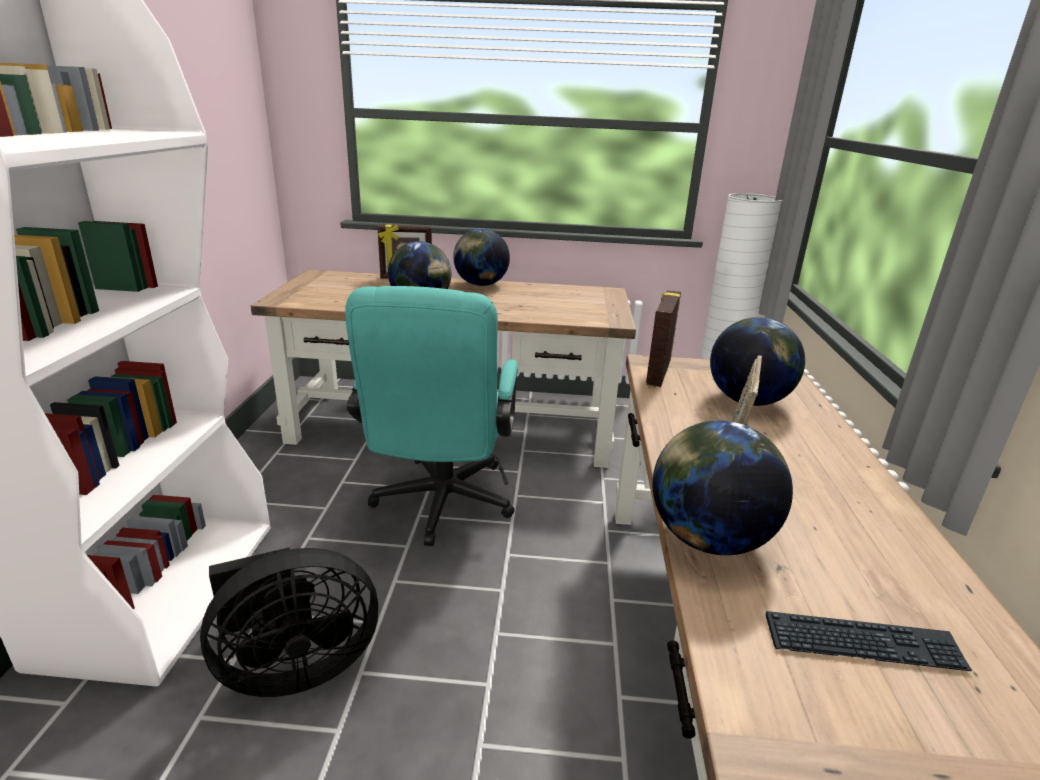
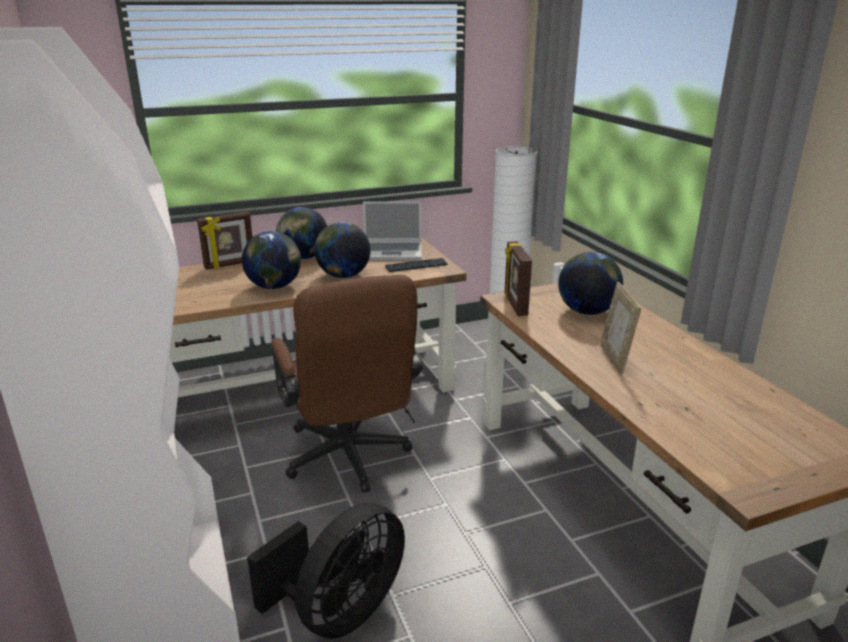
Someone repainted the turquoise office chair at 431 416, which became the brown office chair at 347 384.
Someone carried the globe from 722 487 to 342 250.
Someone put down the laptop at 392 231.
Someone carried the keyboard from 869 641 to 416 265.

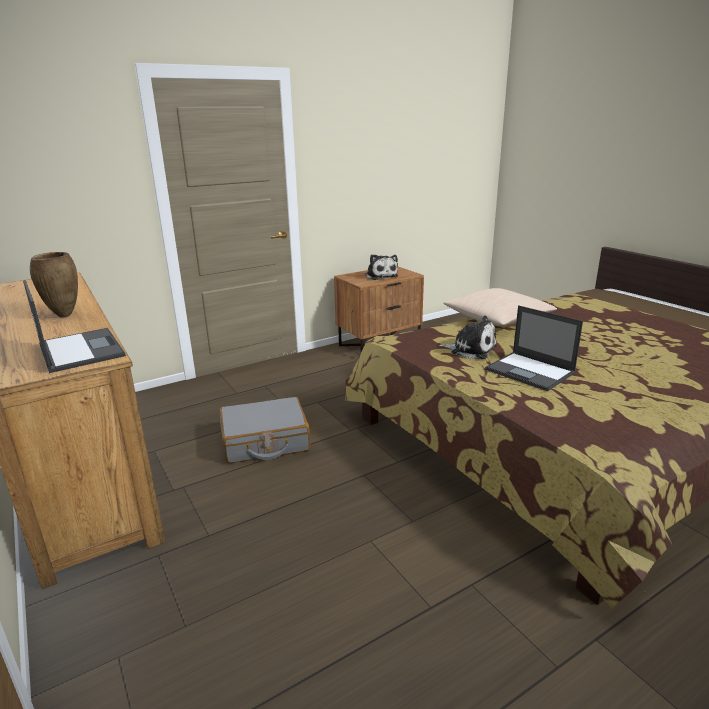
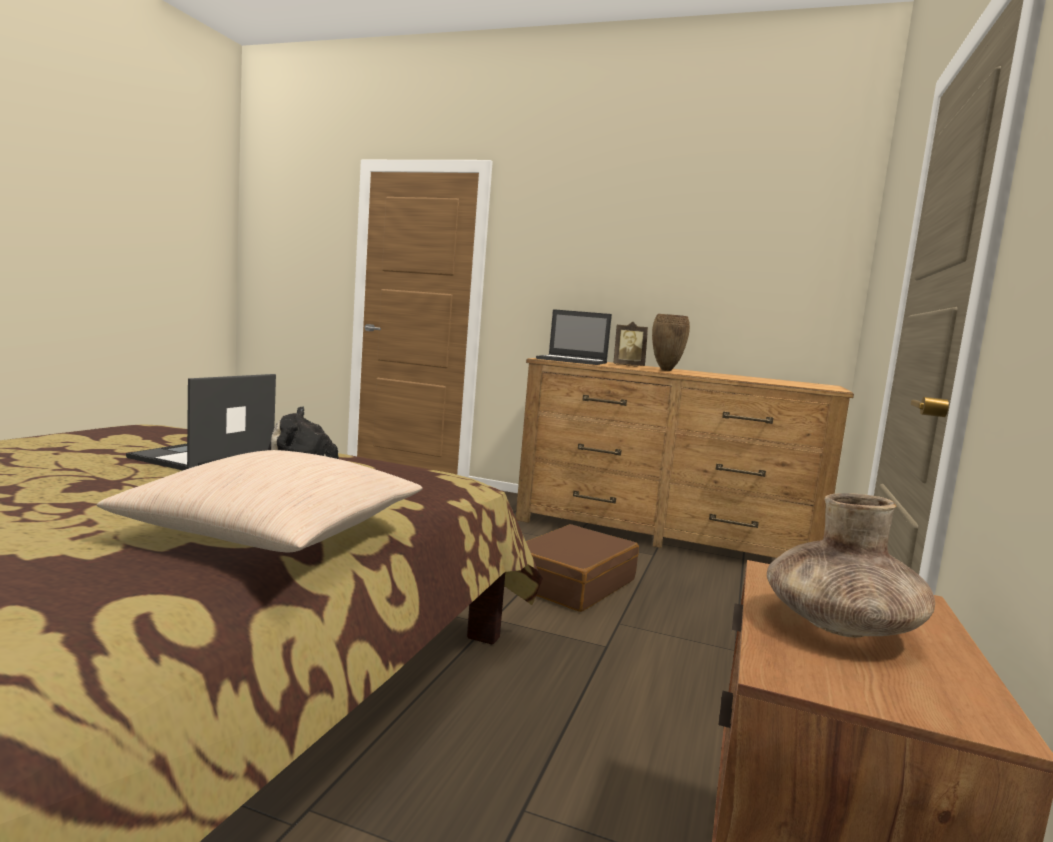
Someone rotated the laptop at 534 348 by 75 degrees counterclockwise.
Someone repainted the grey suitcase at 265 430, which became the brown suitcase at 582 568.
Someone put down the picture frame at 631 343.
Someone swapped the plush toy at 381 267 for the brown vase at 851 565.

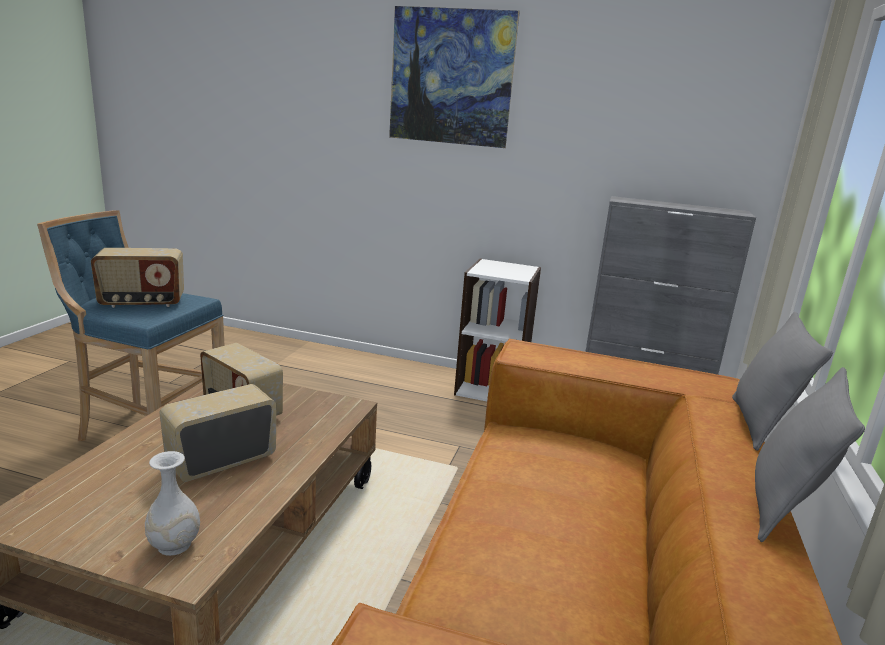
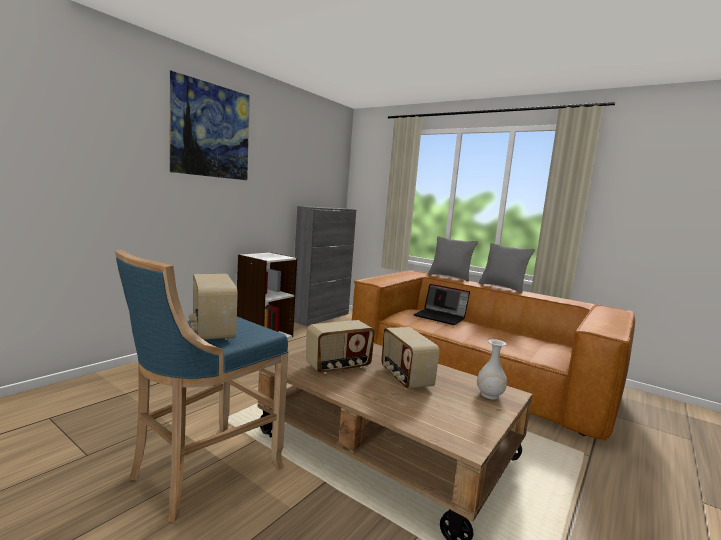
Someone rotated the radio at 137 278 by 150 degrees clockwise.
Someone put down the laptop at 441 304.

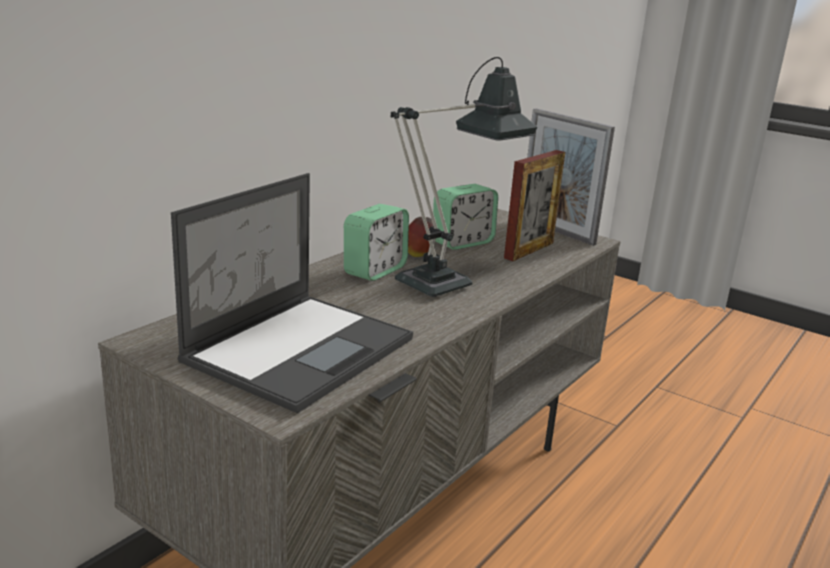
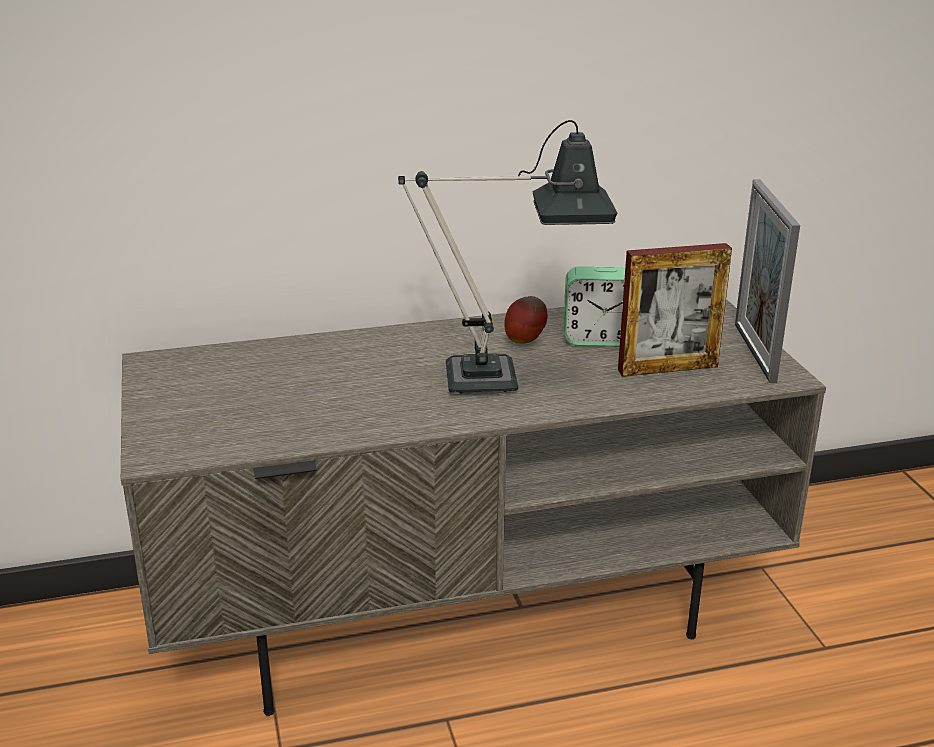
Someone took away the laptop at 292 293.
Someone took away the alarm clock at 376 242.

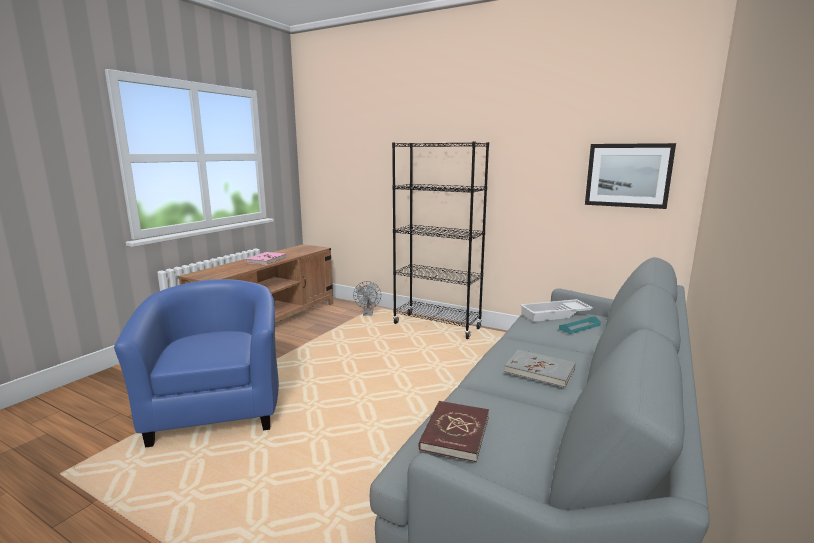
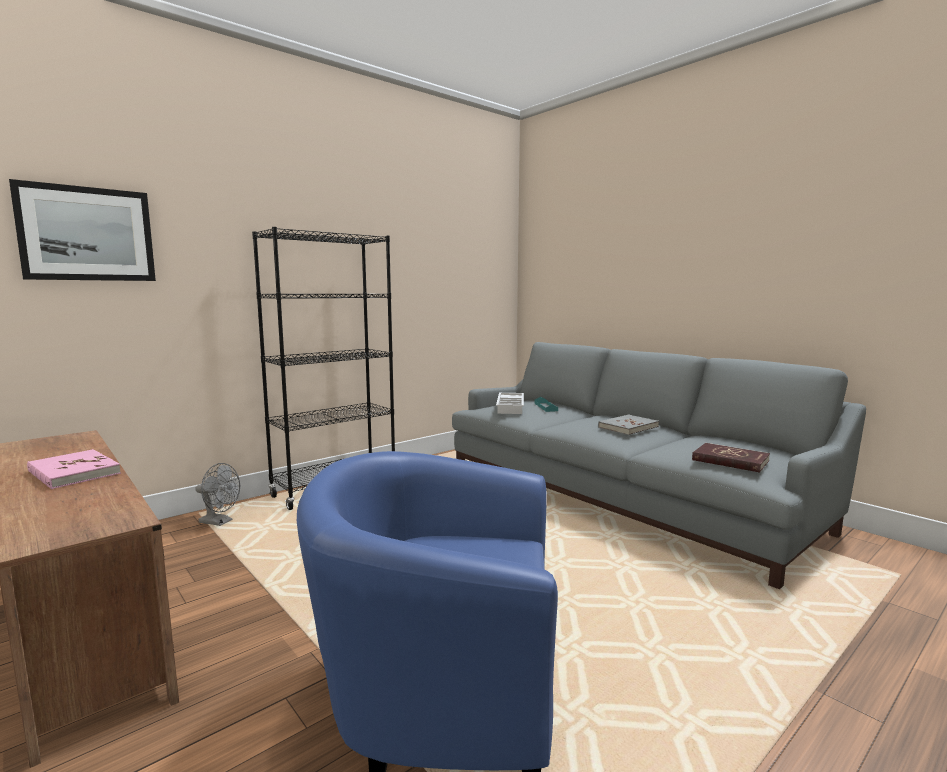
Someone carried the picture from 630 176 to 82 230.

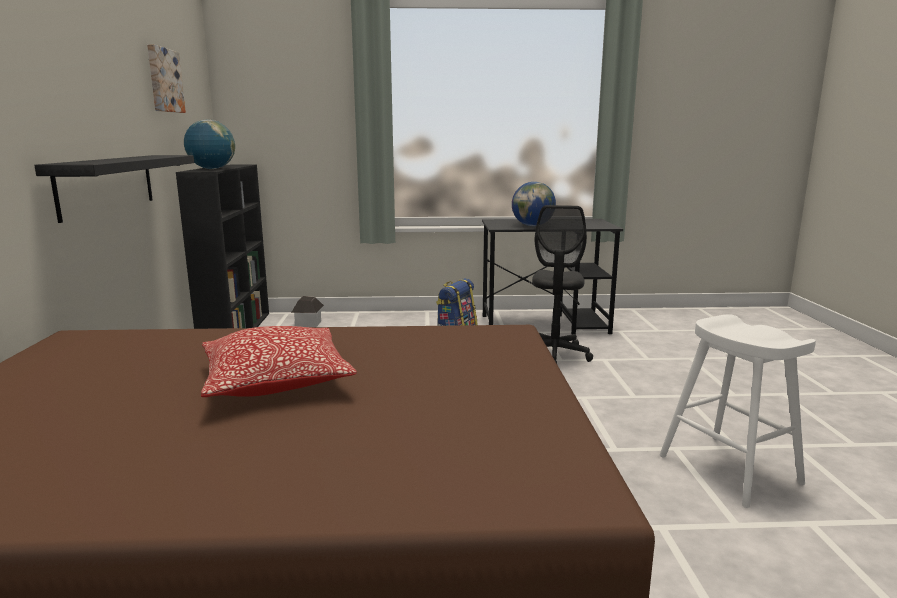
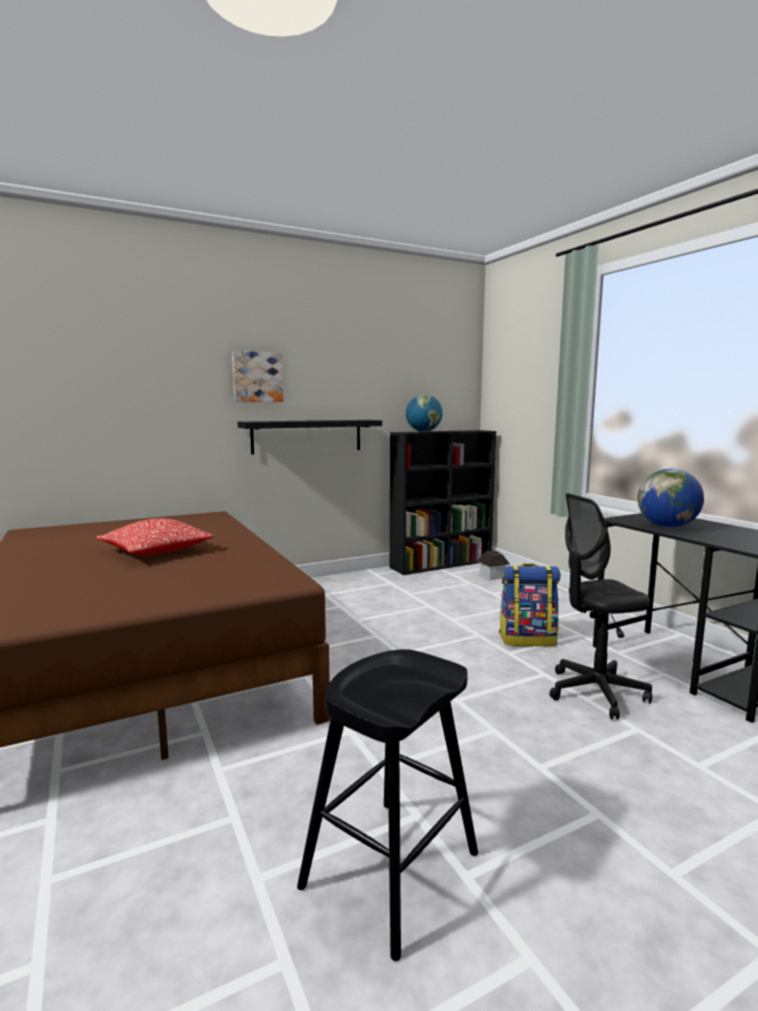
Someone carried the picture from 166 78 to 257 376.
Someone repainted the white stool at 738 411, which became the black stool at 387 805.

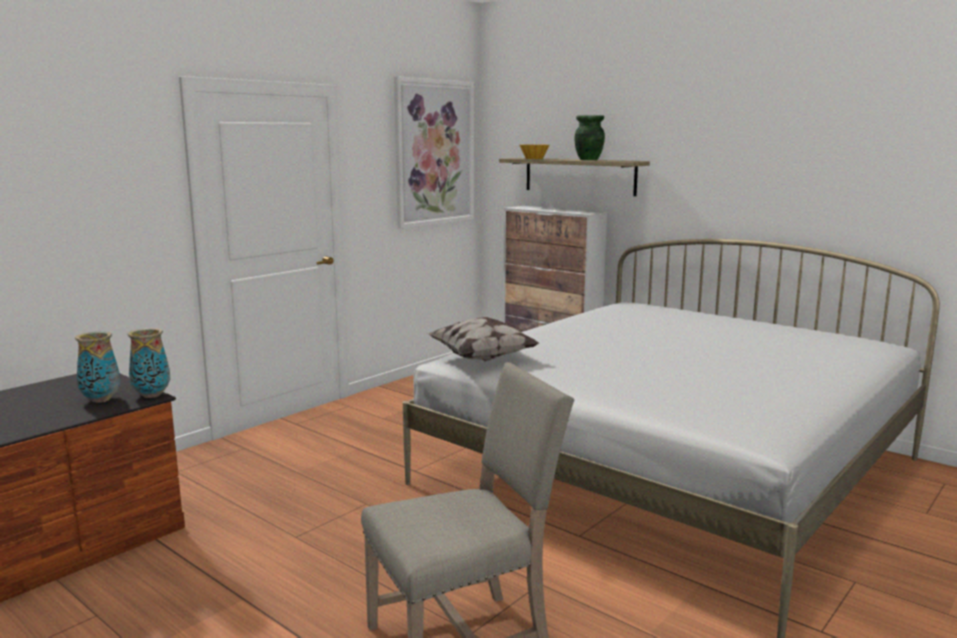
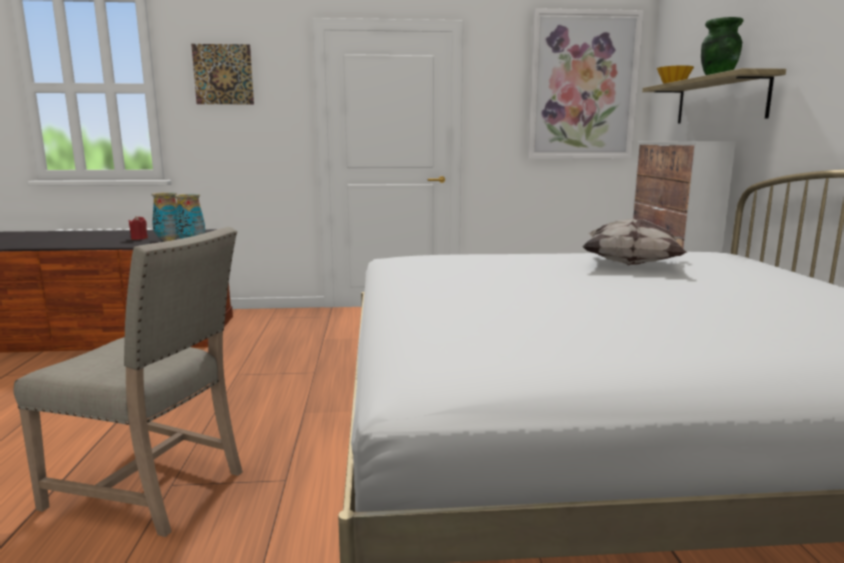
Someone put down the red candle at 138 228.
Someone put up the picture at 222 74.
Someone carried the pillow from 482 339 to 634 242.

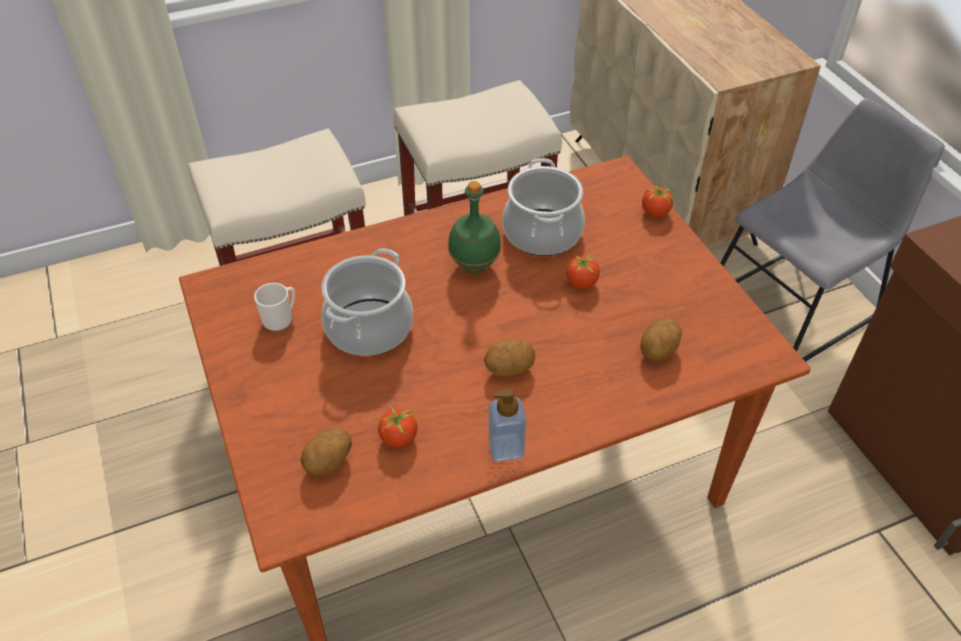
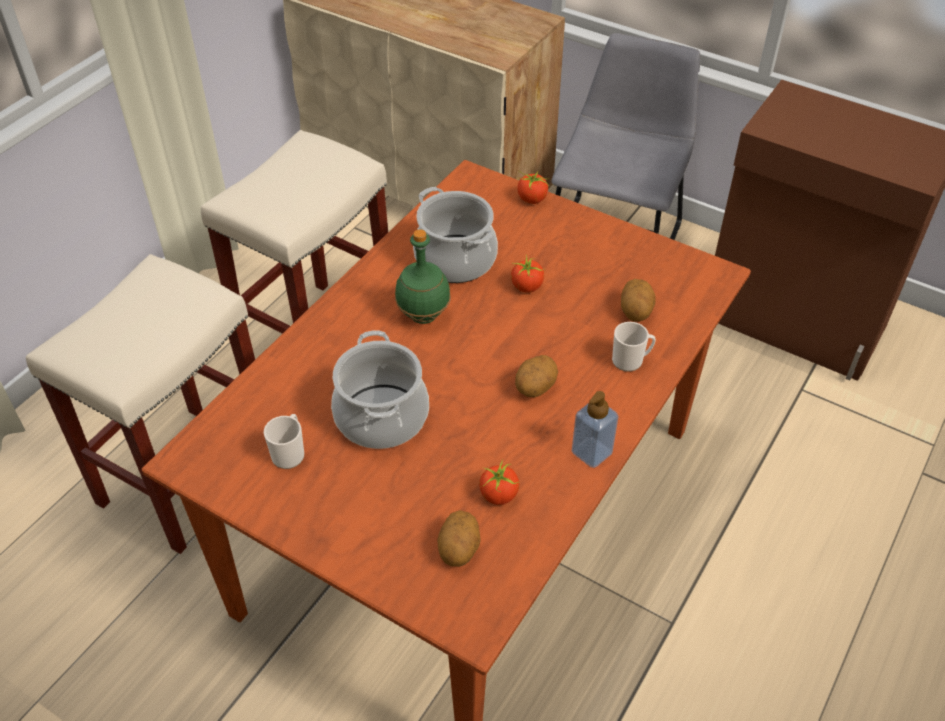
Someone put down the mug at 634 347.

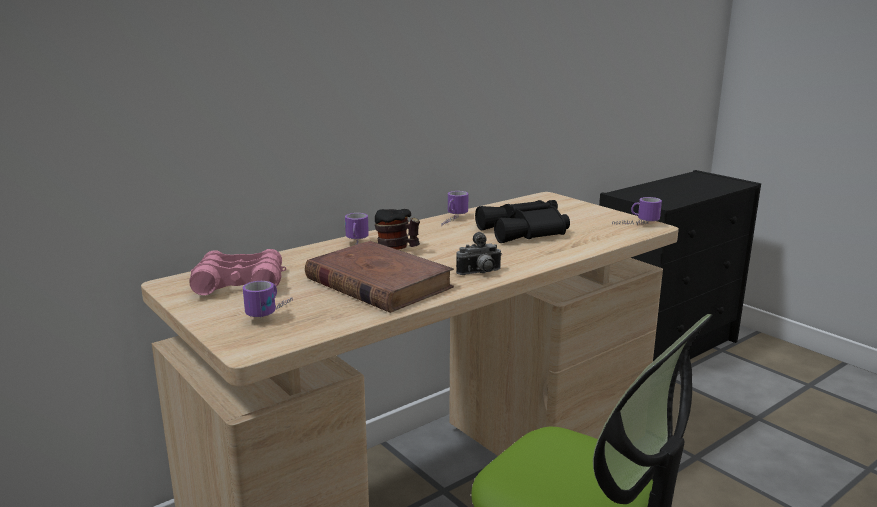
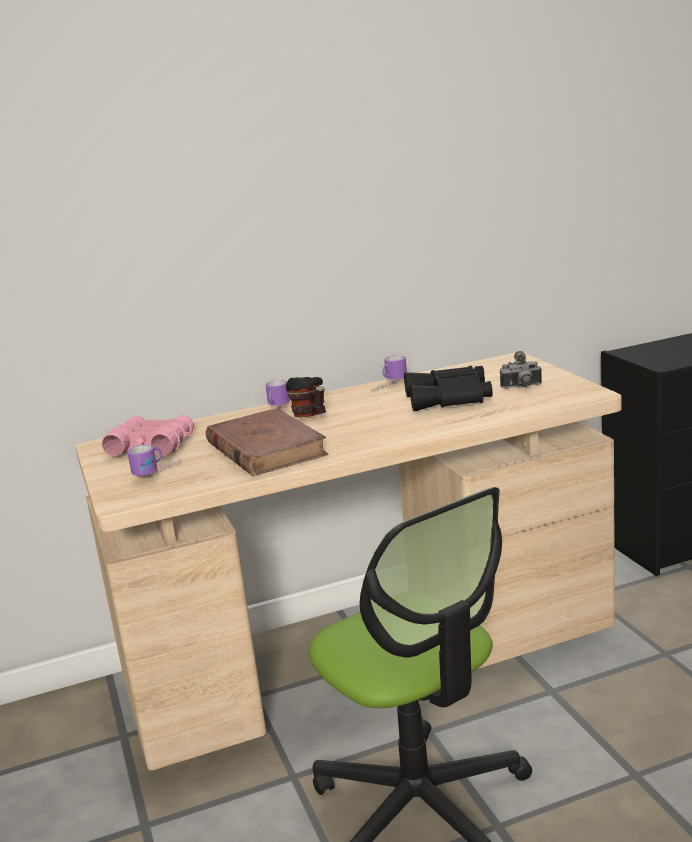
Someone carried the photo camera from 479 253 to 521 370.
Someone took away the mug at 637 211.

